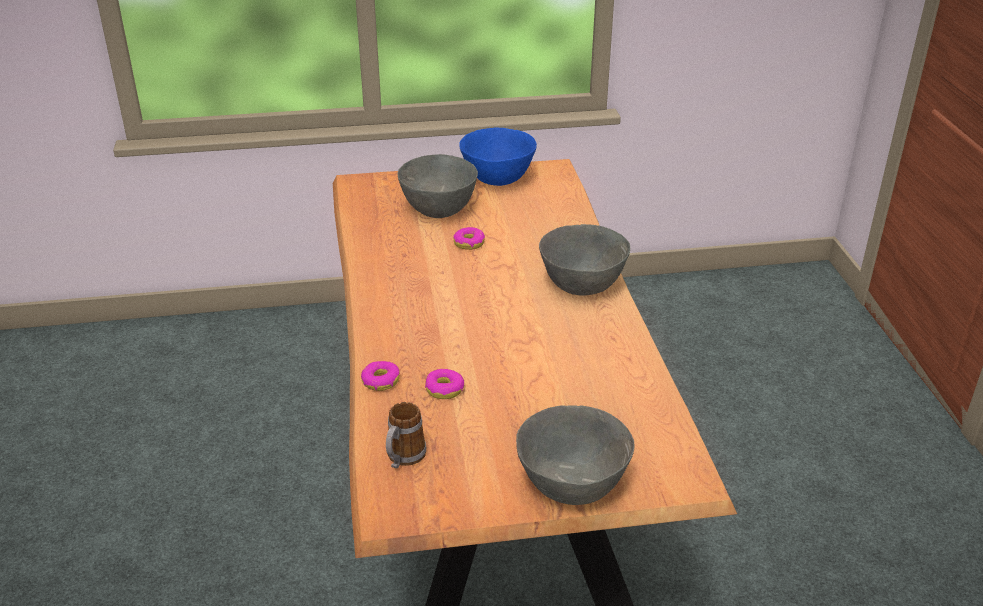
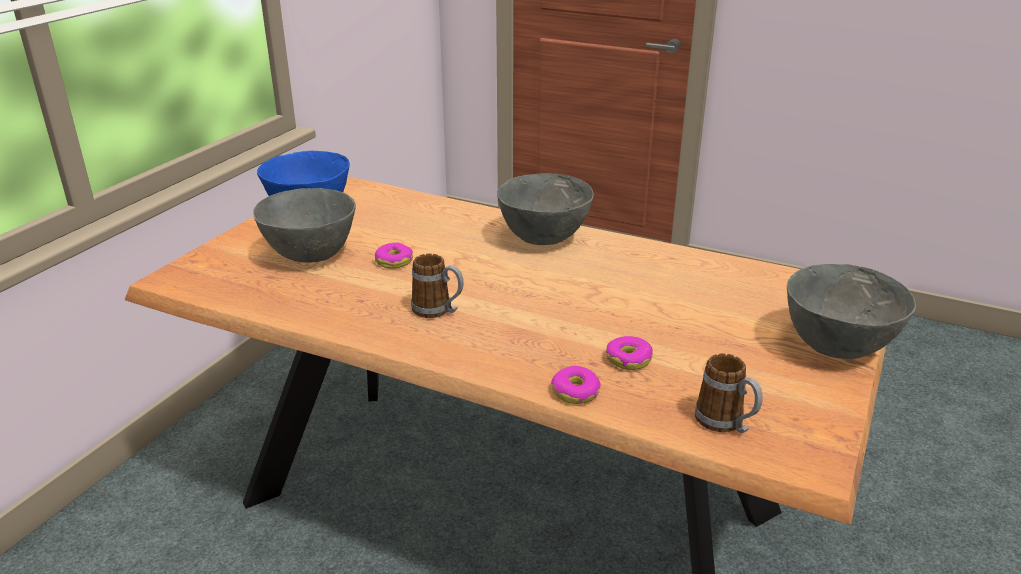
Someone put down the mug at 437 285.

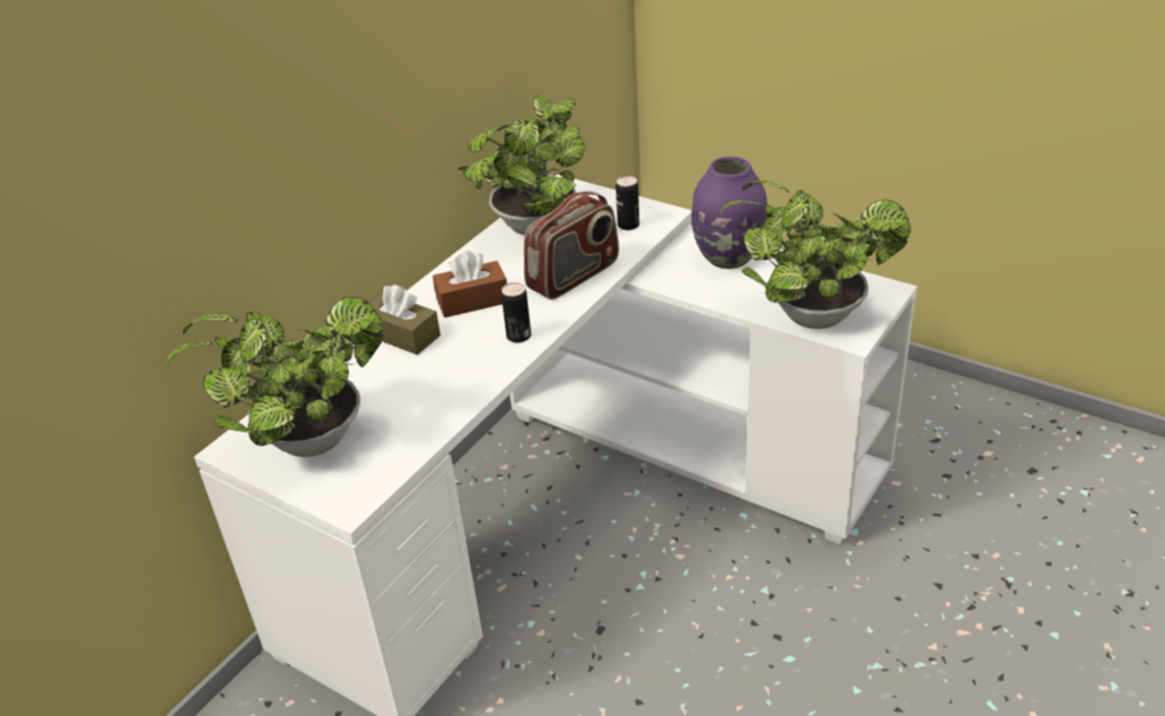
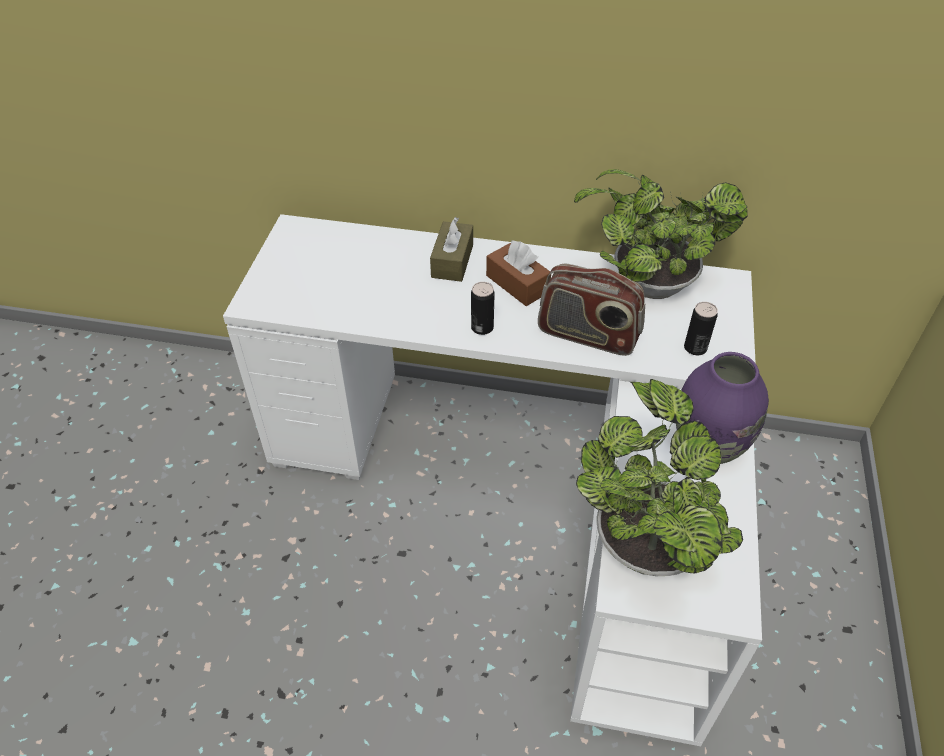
Someone took away the potted plant at 275 377.

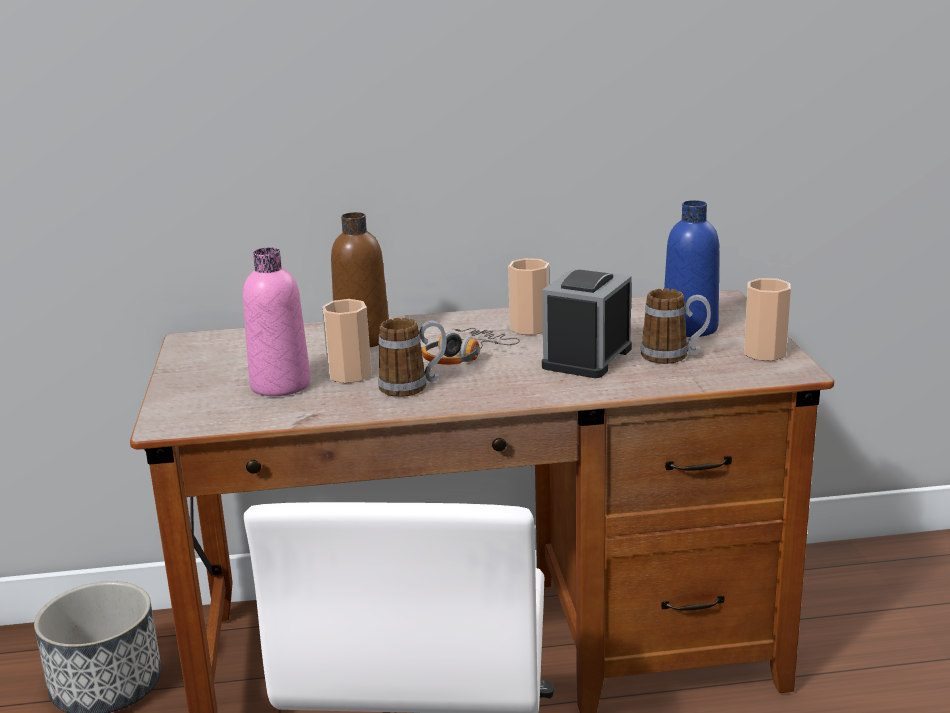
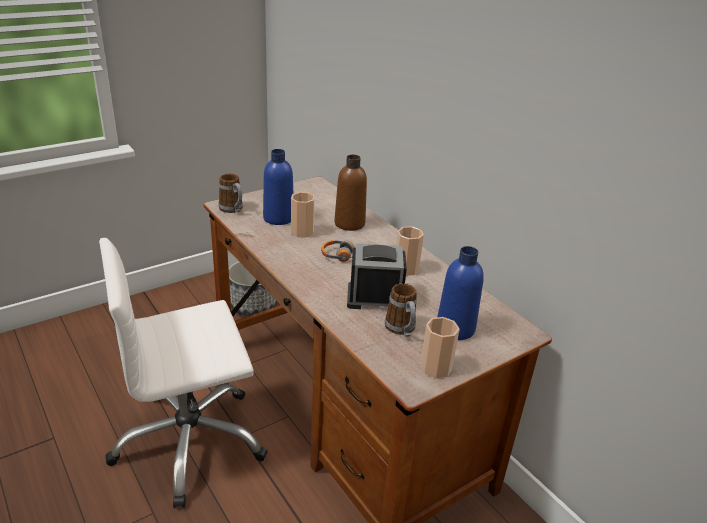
Someone carried the mug from 412 357 to 231 193.
Someone repainted the pink bottle at 277 321, which became the blue bottle at 278 187.

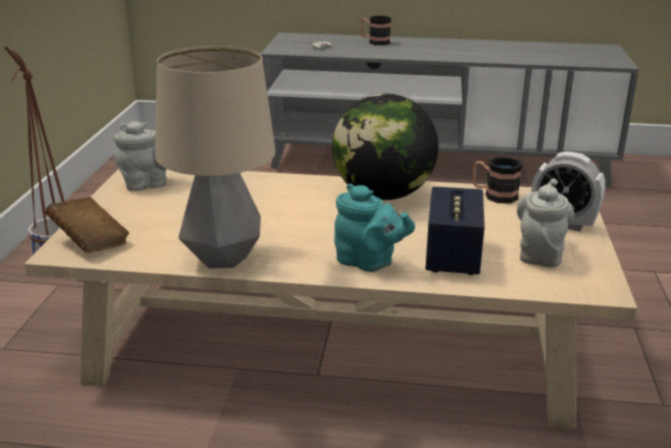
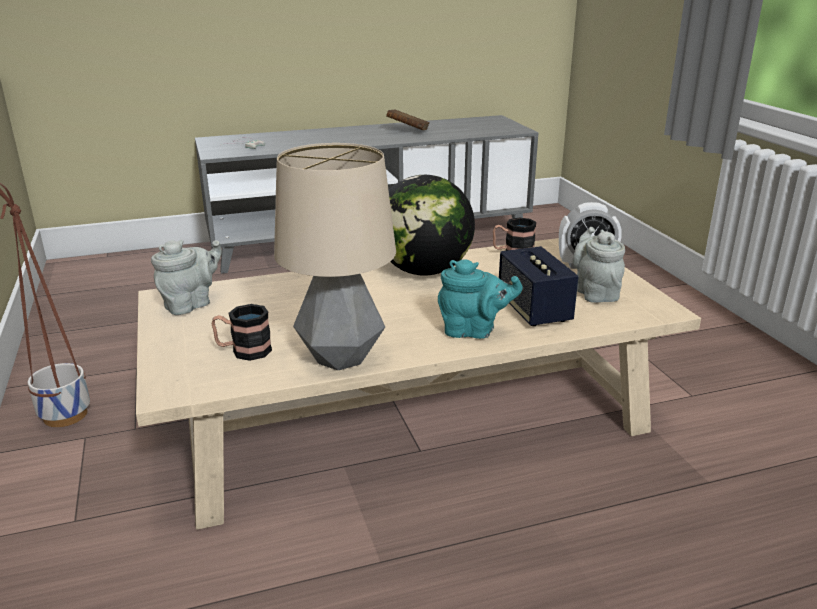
Someone carried the mug from 375 30 to 242 332.
Someone carried the brown book from 87 225 to 408 119.

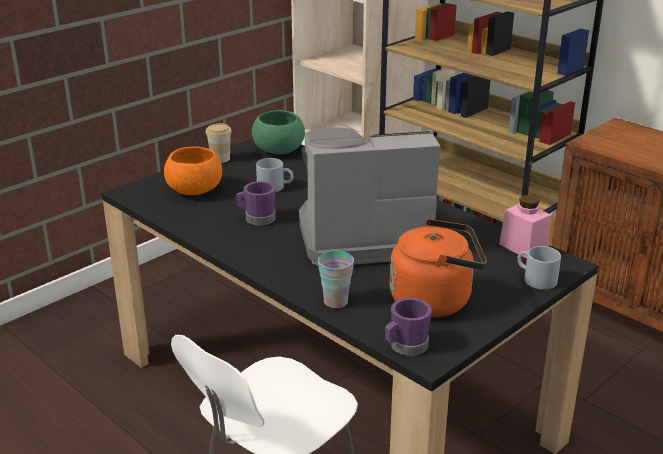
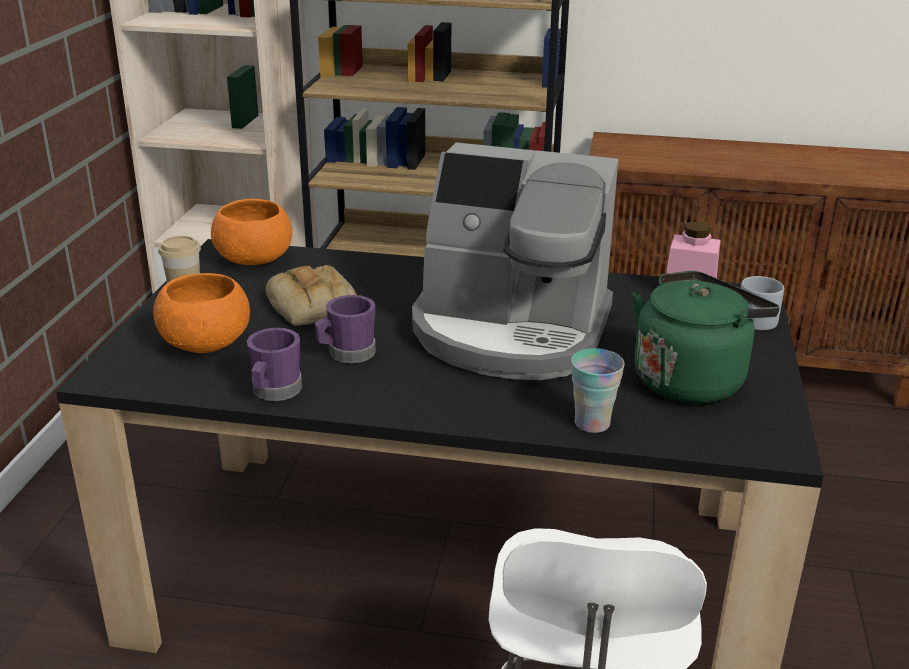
Someone repainted the green bowl at 278 132, which became the orange bowl at 251 232.
Someone carried the purple mug from 408 327 to 274 364.
Someone swapped the grey mug at 274 175 for the bread at 311 295.
Someone rotated the coffee machine at 369 197 by 120 degrees counterclockwise.
Someone repainted the orange kettle at 438 268, which became the green kettle at 706 337.

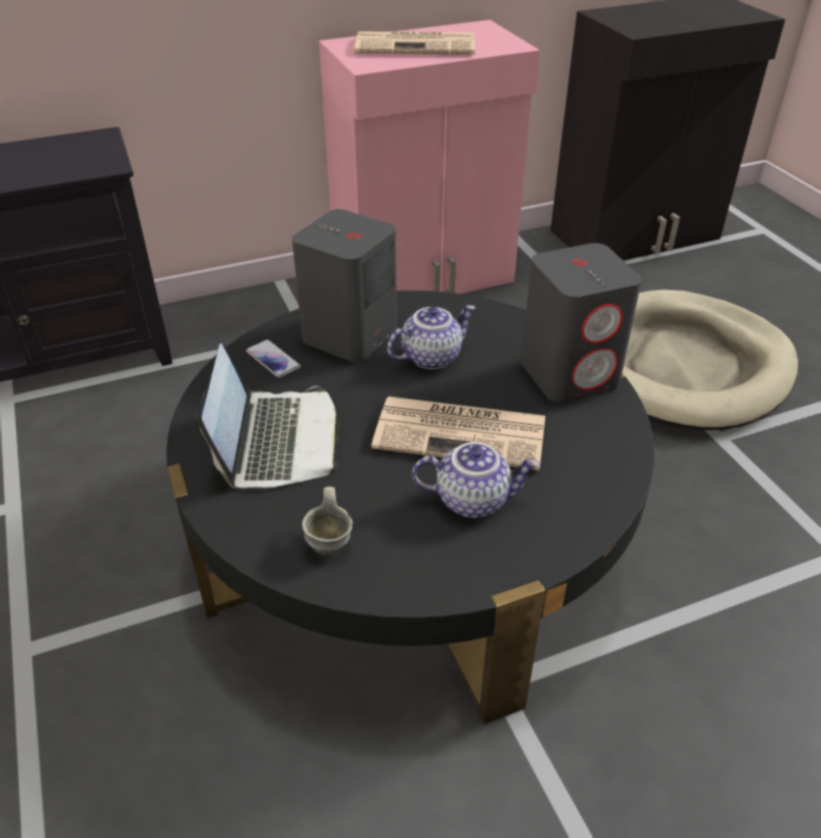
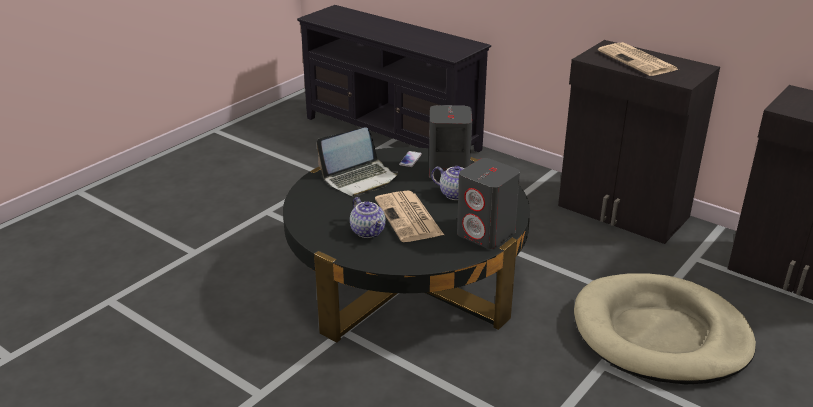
Someone repainted the pink cabinet at 429 157, which became the black cabinet at 639 142.
Someone took away the grey mug at 327 520.

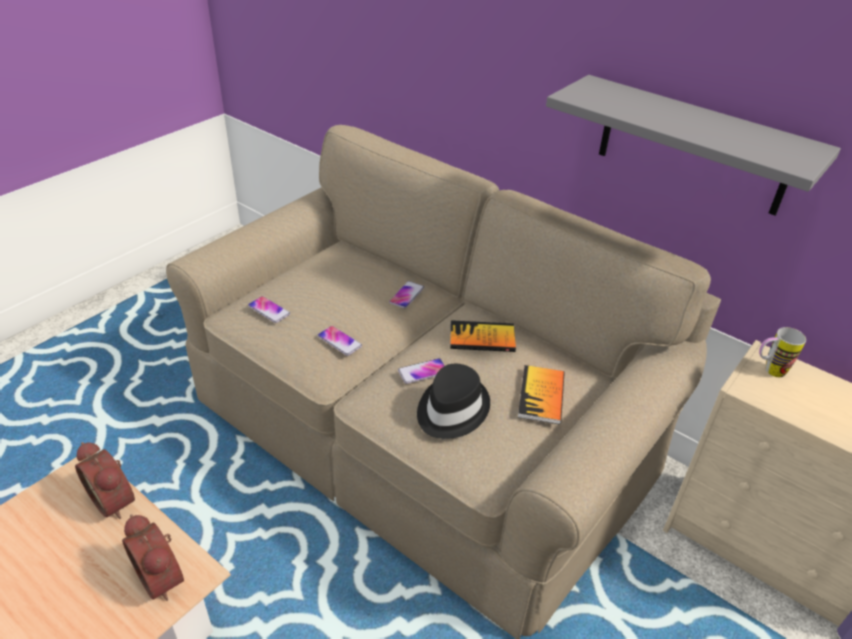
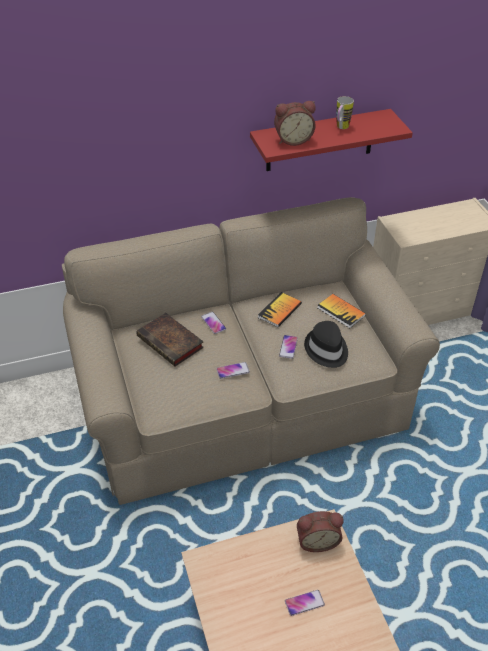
Someone put down the book at 170 340.
Someone repainted the grey shelf at 693 145, which became the red shelf at 331 140.
Someone carried the alarm clock from 105 480 to 295 123.
Someone carried the phone from 269 309 to 305 603.
Someone carried the mug from 782 352 to 345 112.

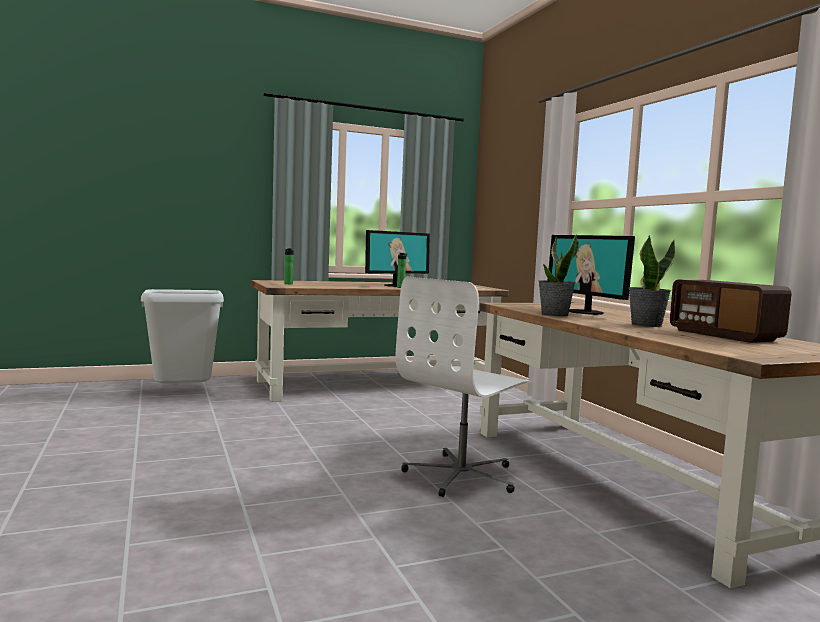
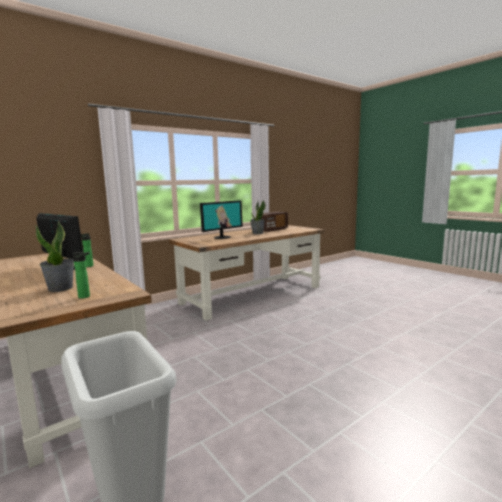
Someone carried the potted plant from 558 275 to 54 256.
Someone took away the white office chair at 463 387.

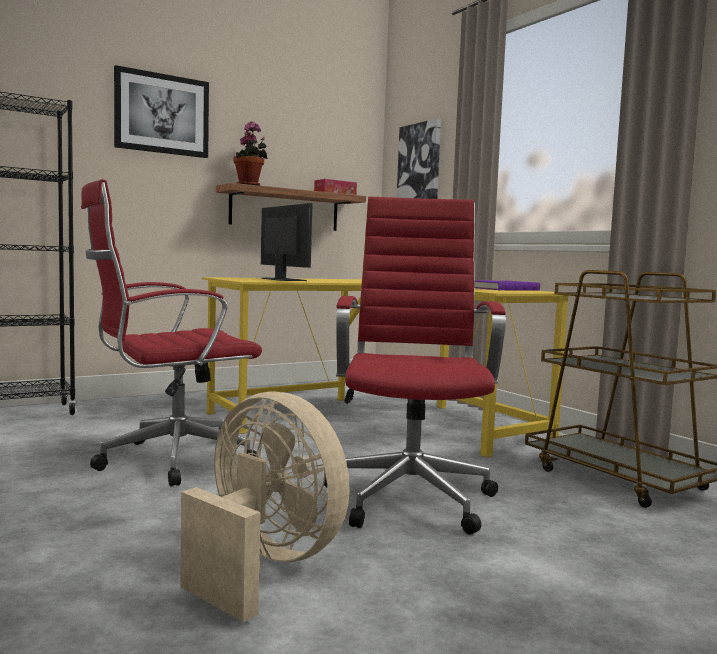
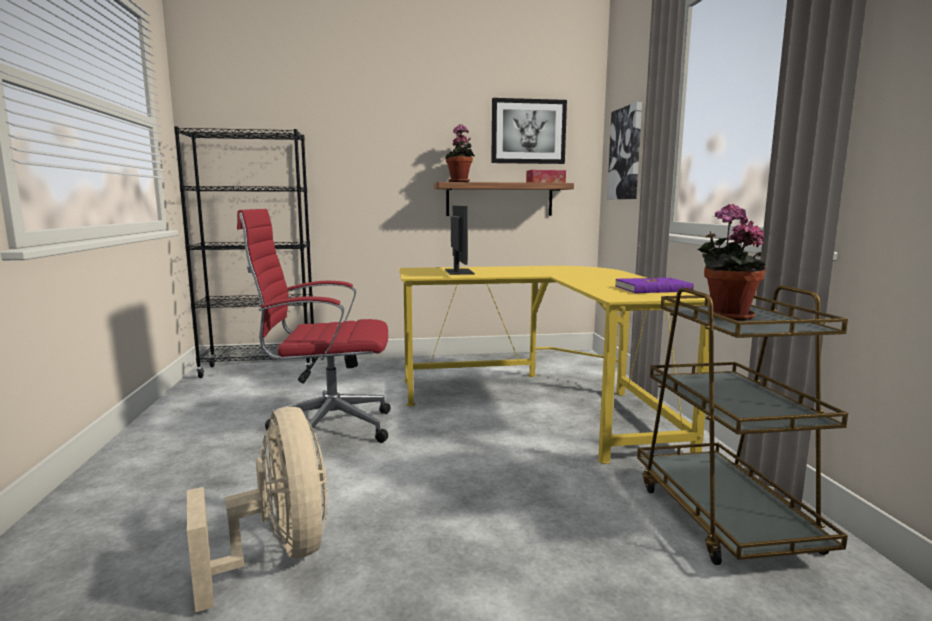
Someone carried the picture from 161 111 to 529 131.
Someone put down the potted plant at 731 262.
Someone took away the red office chair at 415 366.

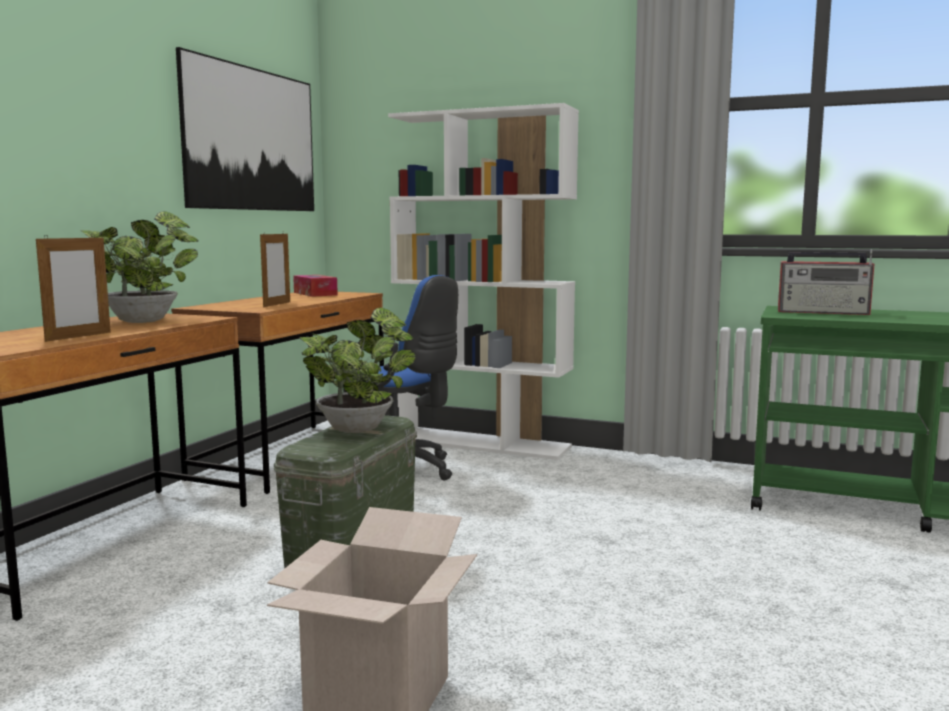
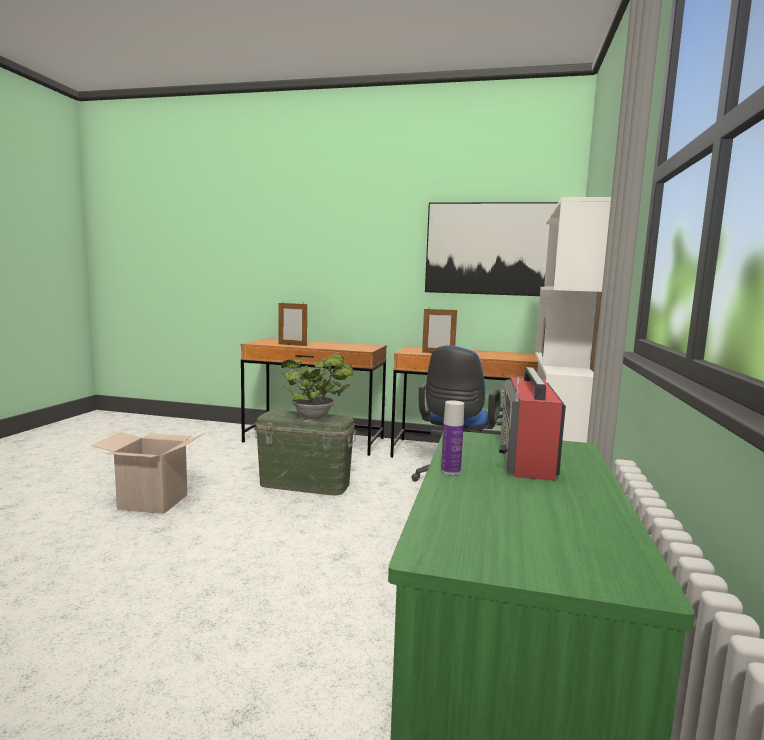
Someone put down the bottle at 452 438.
Someone took away the potted plant at 139 267.
Someone took away the tissue box at 315 286.

